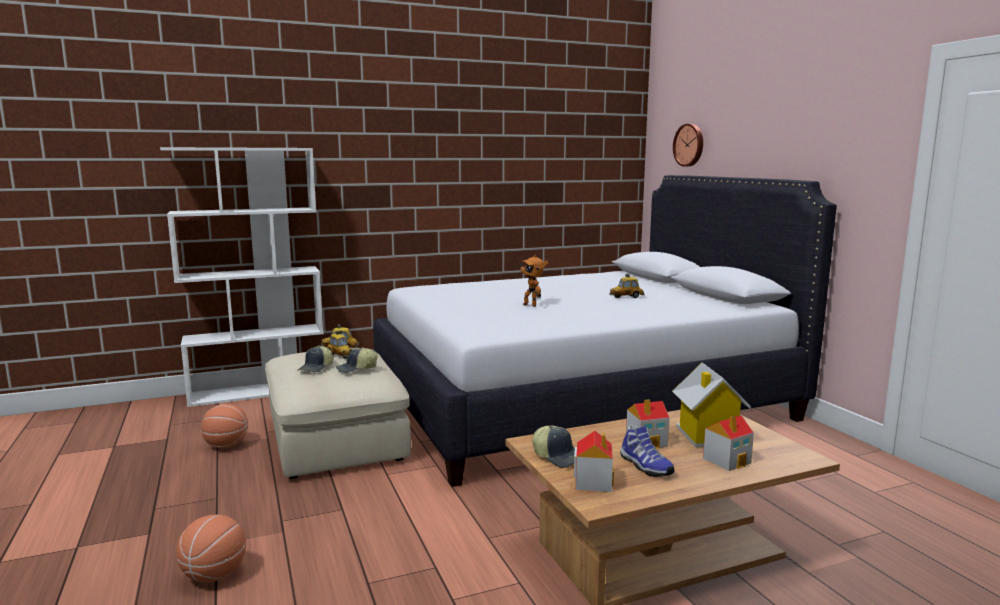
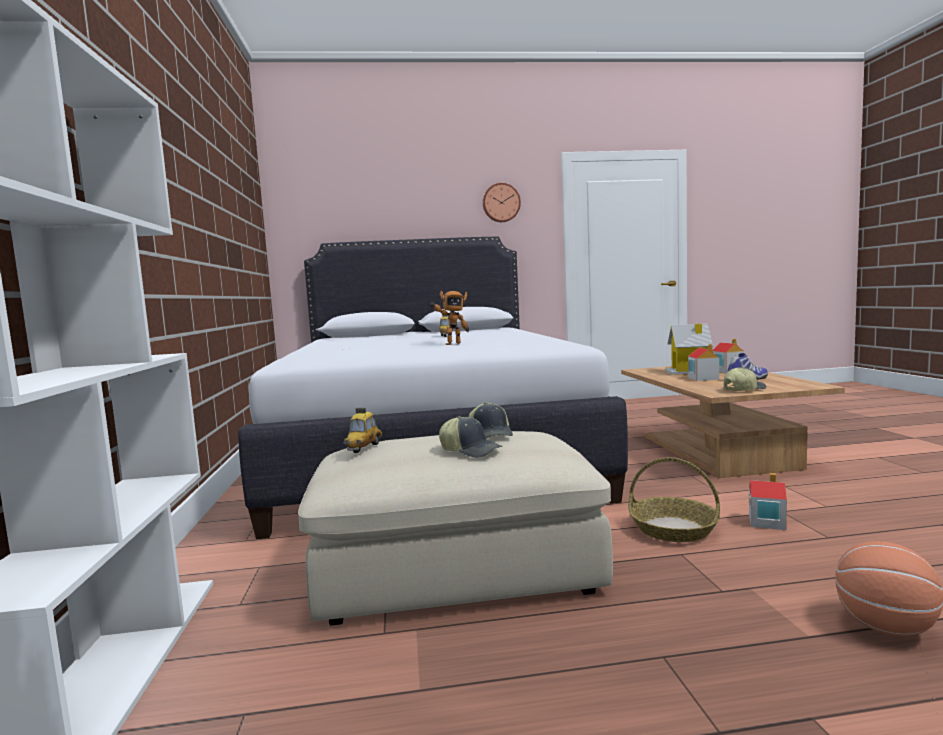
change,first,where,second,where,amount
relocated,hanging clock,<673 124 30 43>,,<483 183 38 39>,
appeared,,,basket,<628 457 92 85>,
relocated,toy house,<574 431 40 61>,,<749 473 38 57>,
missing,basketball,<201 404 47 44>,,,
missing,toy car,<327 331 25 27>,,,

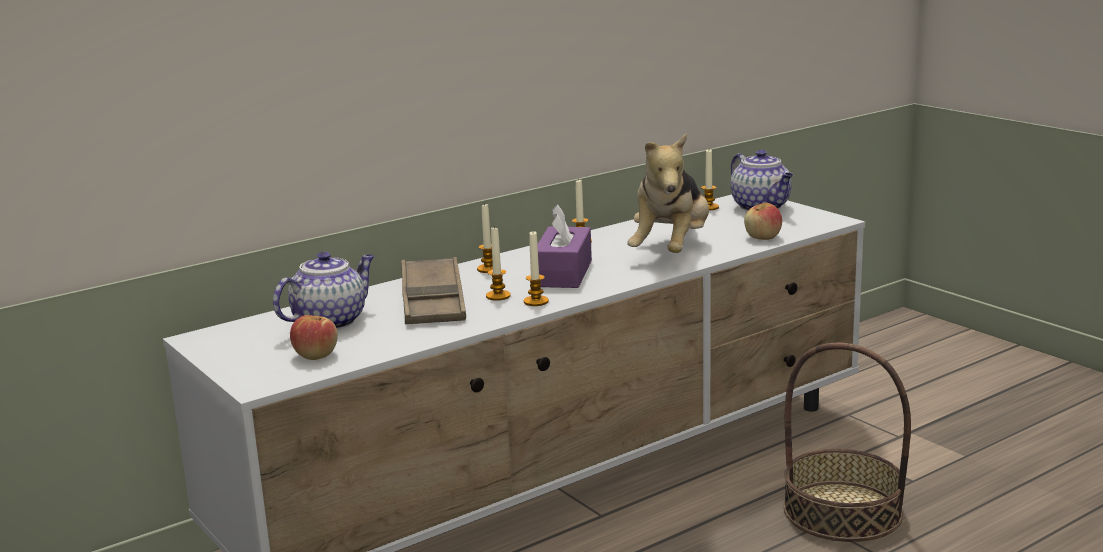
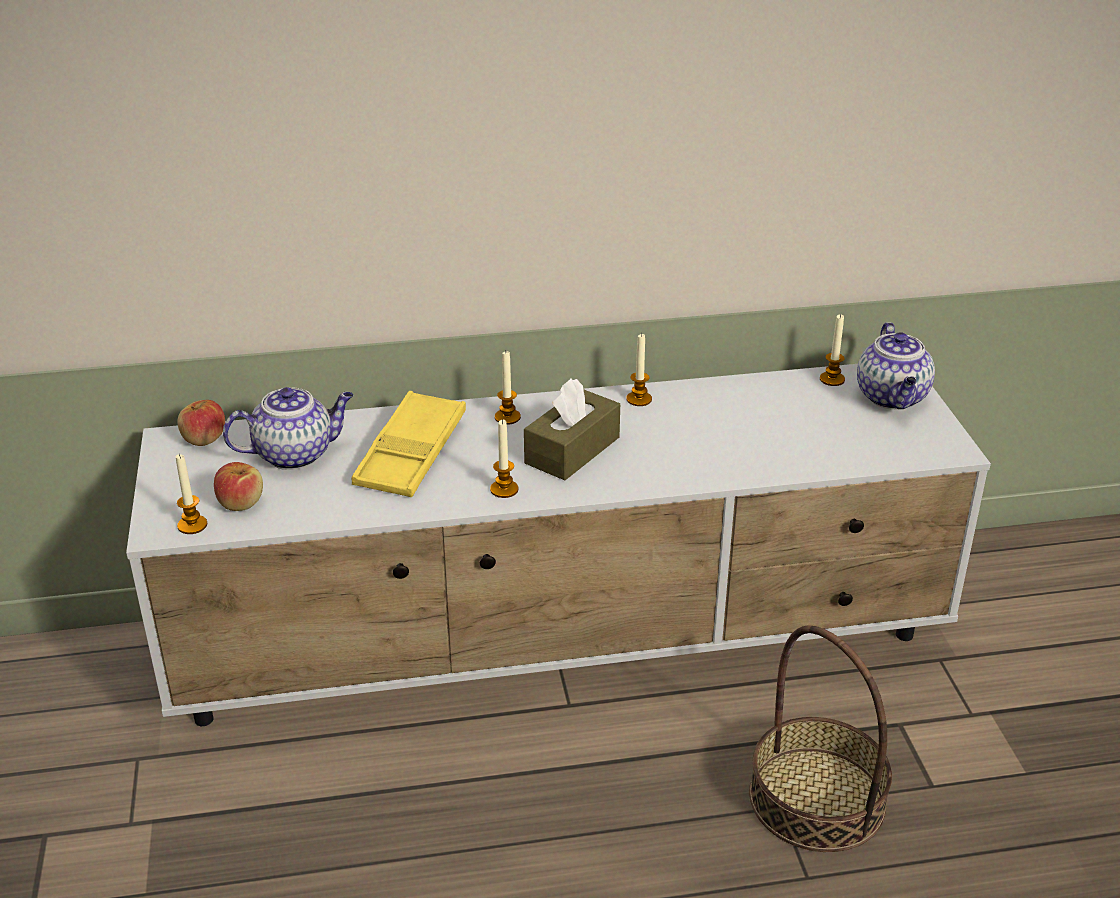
change,first,where,second,where,amount
relocated,wax light,<486 226 25 75>,,<175 454 32 80>,
relocated,apple,<744 203 38 37>,,<177 400 48 46>,
colour,brown-coloured serving tray,<401 257 65 67>,yellow-coloured serving tray,<351 391 115 106>,
colour,purplish box of tissues,<538 204 54 84>,brown-coloured box of tissues,<524 379 96 101>,
missing,plush toy,<627 133 82 120>,,,

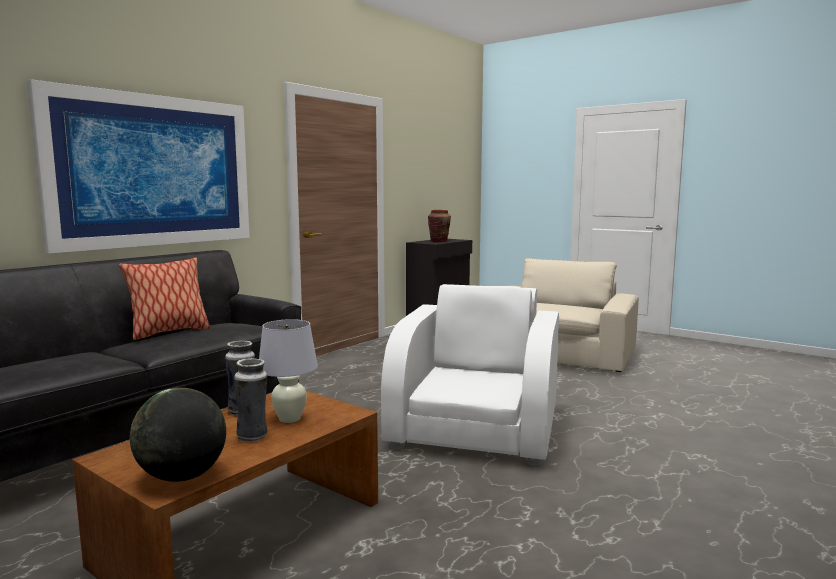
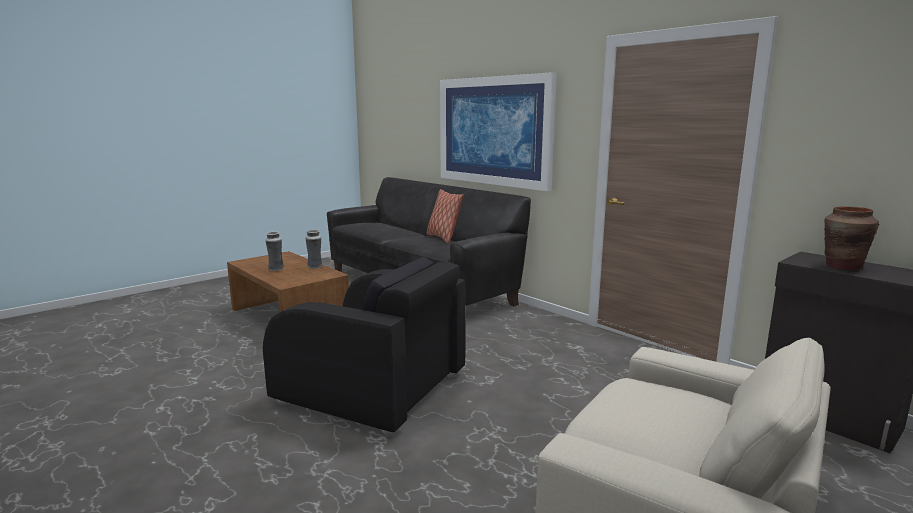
change,first,where,second,where,amount
colour,whitish armchair,<381 284 178 182>,black armchair,<263 257 203 179>,
missing,world globe,<130 388 96 94>,,,
missing,whitish table lamp,<259 319 59 104>,,,

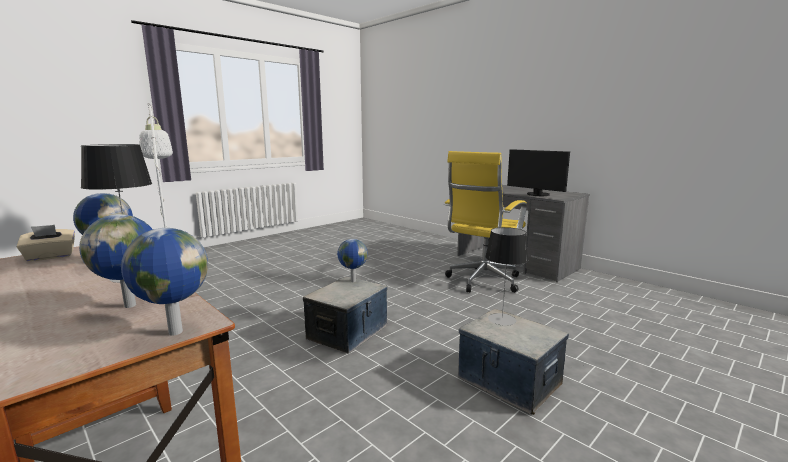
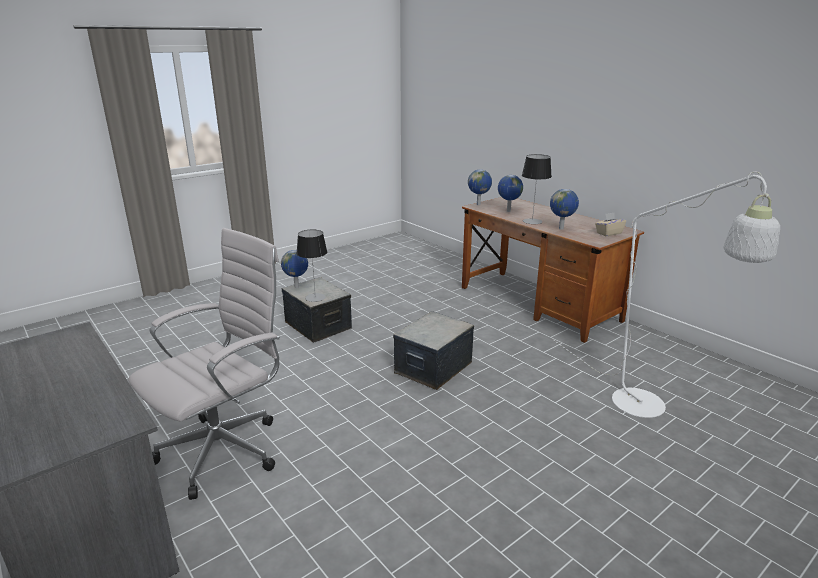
change,first,where,second,where,amount
colour,yellow-coloured office chair,<444 151 83 142>,whitish office chair,<129 228 151 272>,
relocated,world globe,<337 239 31 43>,,<281 250 27 38>,
missing,computer screen,<507 149 63 47>,,,

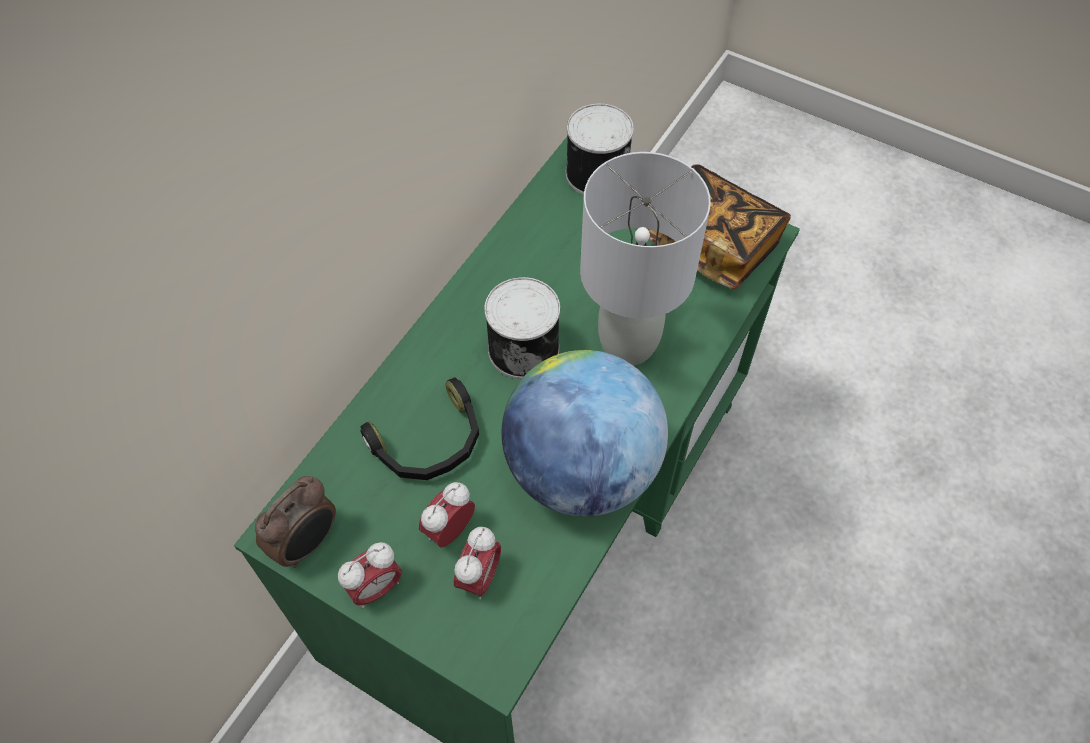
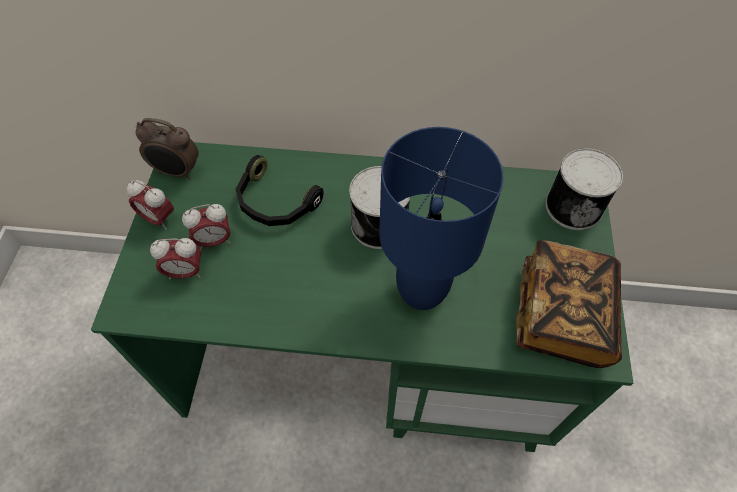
change,first,where,second,where,amount
spun,alarm clock,<419 482 56 66>,,<182 204 48 46>,150 degrees clockwise
colour,grey table lamp,<580 152 131 214>,blue-coloured table lamp,<379 127 125 183>,
missing,world globe,<501 350 167 167>,,,

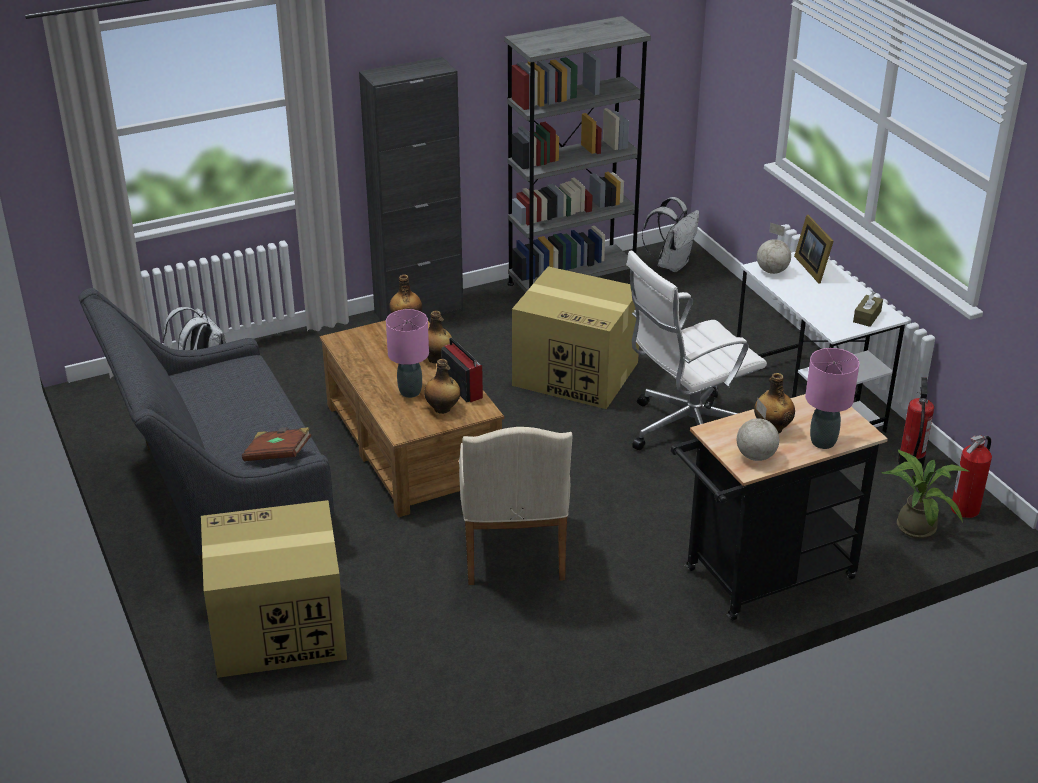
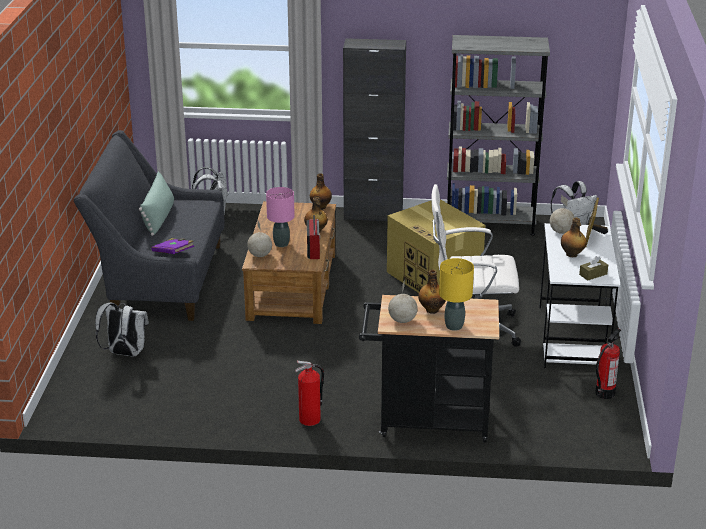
change,first,where,second,where,amount
exchanged,packing box,<201 500 146 178>,whitish rucksack,<95 303 54 54>,
appeared,,,green-coloured pillow,<139 172 35 64>,
colour,brown-coloured bound book,<242 427 70 34>,purplish bound book,<151 238 43 16>,
appeared,,,world globe,<247 221 25 36>,
relocated,fire extinguisher,<951 435 41 83>,,<295 361 29 65>,
colour,pink-coloured table lamp,<805 348 54 101>,yellow-coloured table lamp,<439 258 35 73>,
relocated,beverage bottle,<424 359 37 55>,,<561 217 26 40>,
missing,beige armchair,<459 427 114 158>,,,
missing,potted plant,<882 450 88 89>,,,

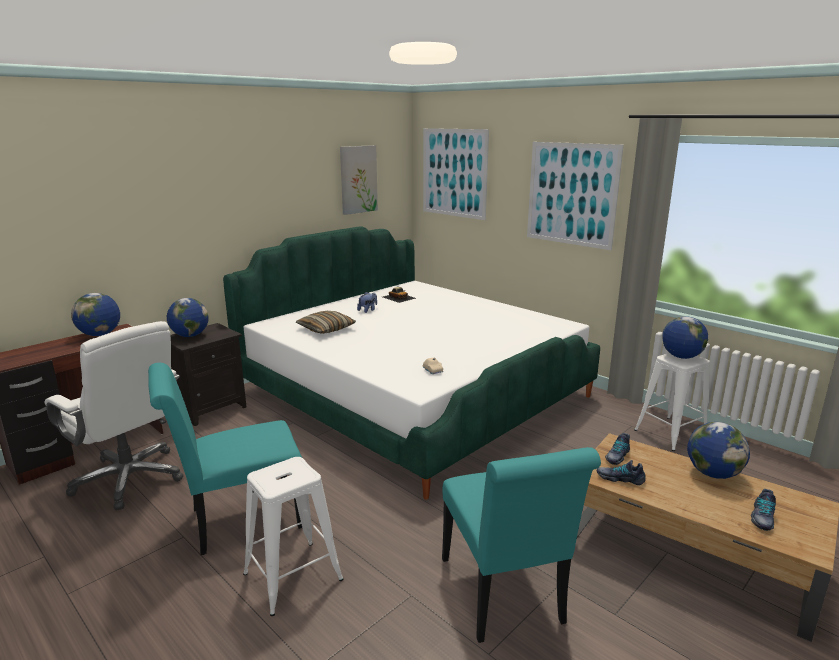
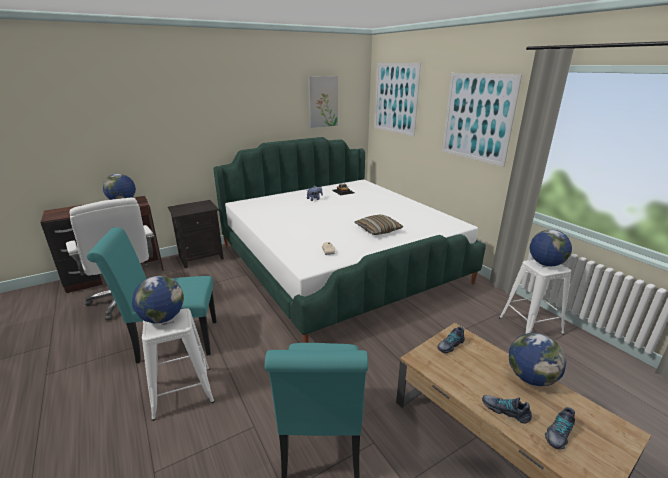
change,first,where,second,where,amount
relocated,world globe,<167 298 41 39>,,<132 276 52 47>,
relocated,pillow,<296 311 60 23>,,<354 215 50 20>,
relocated,shoe,<597 460 49 25>,,<482 395 50 29>,

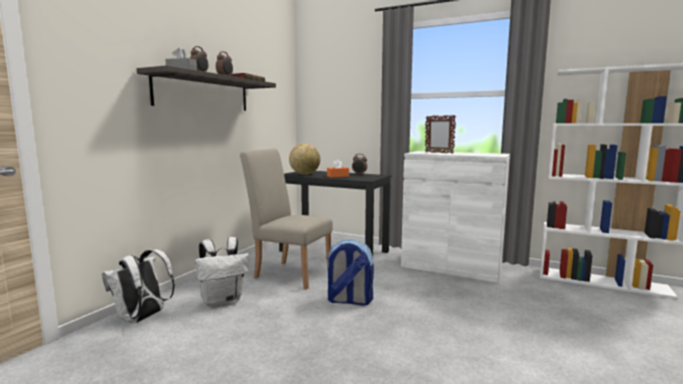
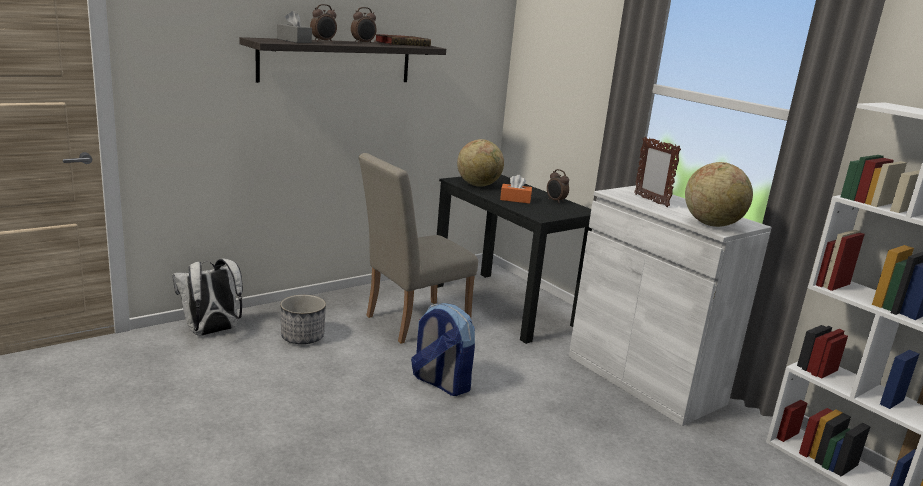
change,first,where,second,where,amount
exchanged,whitish rucksack,<195 237 54 71>,planter,<280 295 46 49>,
spun,beige plain chair,<240 149 93 140>,,<358 153 120 190>,90 degrees counterclockwise
appeared,,,world globe,<685 162 68 65>,

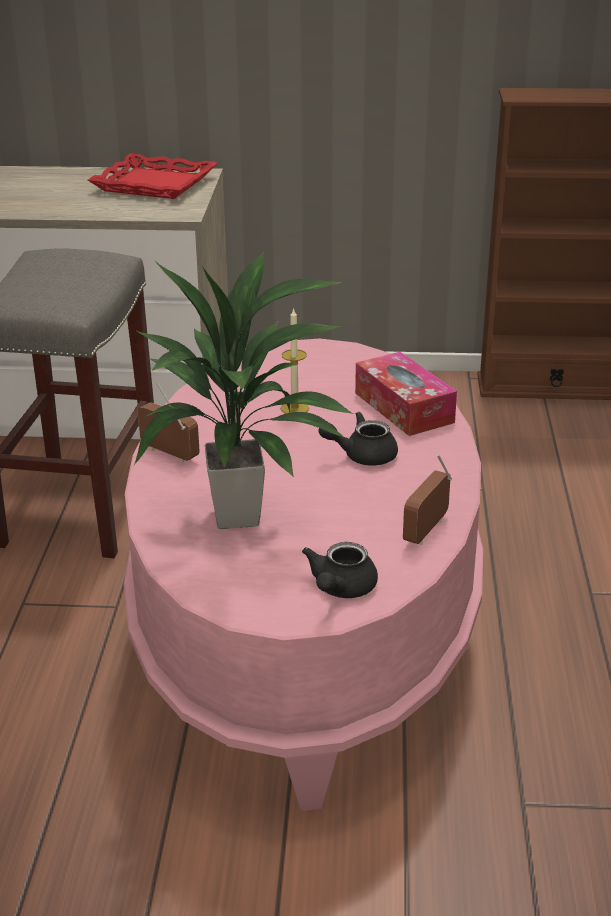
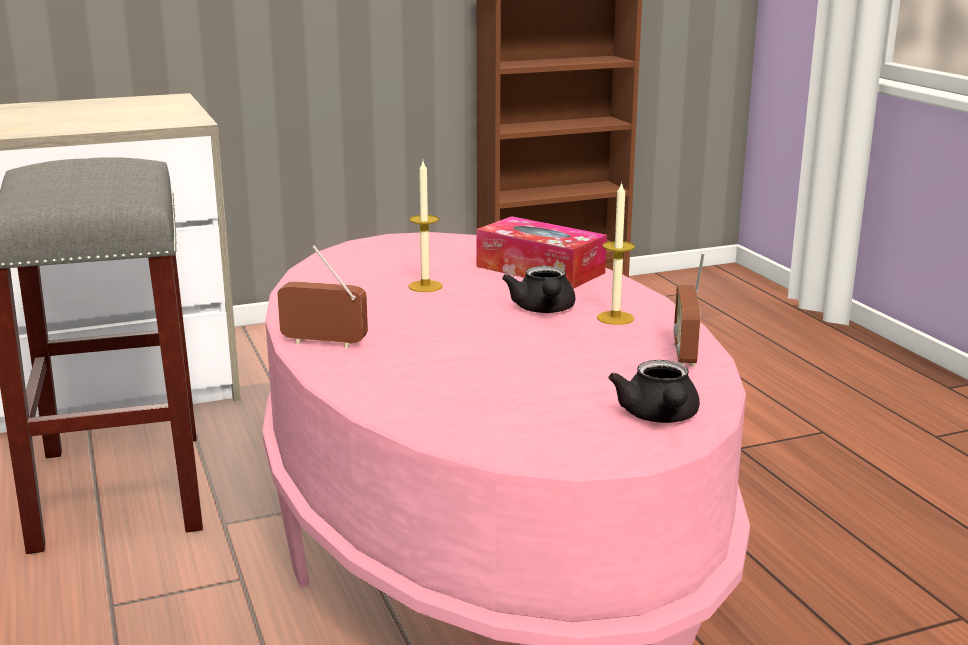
change,first,where,second,where,amount
spun,black pot for tea,<318 412 80 54>,,<502 266 73 47>,60 degrees counterclockwise
appeared,,,wax light,<597 182 38 143>,
missing,reddish serving tray,<88 153 129 46>,,,
missing,potted plant,<133 252 220 277>,,,

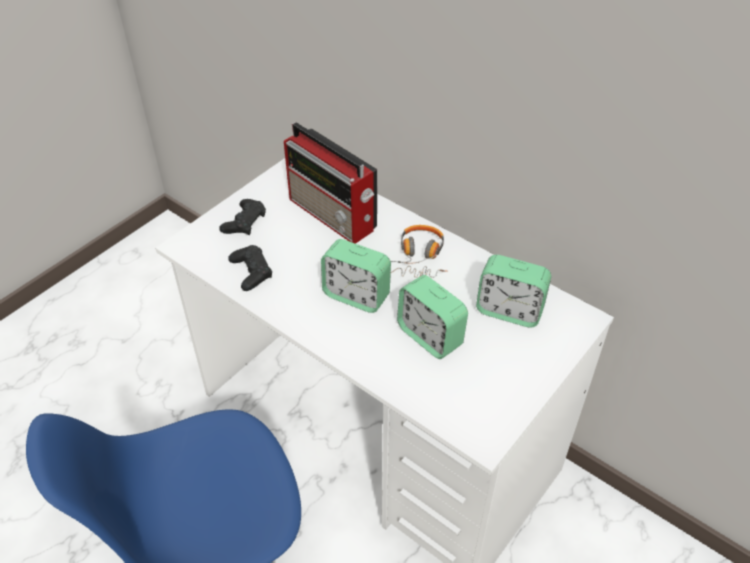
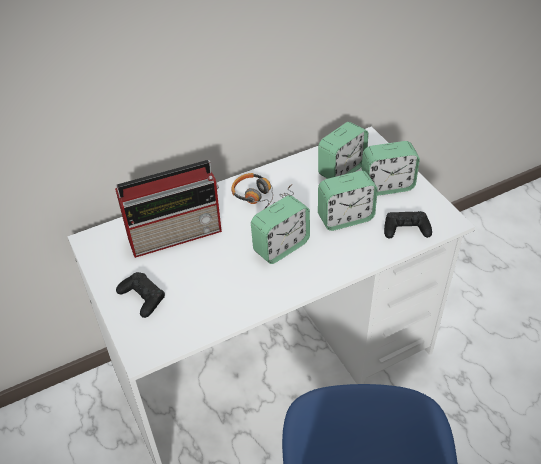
change,first,where,second,where,amount
appeared,,,alarm clock,<361 141 59 55>,
relocated,black game controller,<228 245 44 46>,,<384 211 48 28>,

